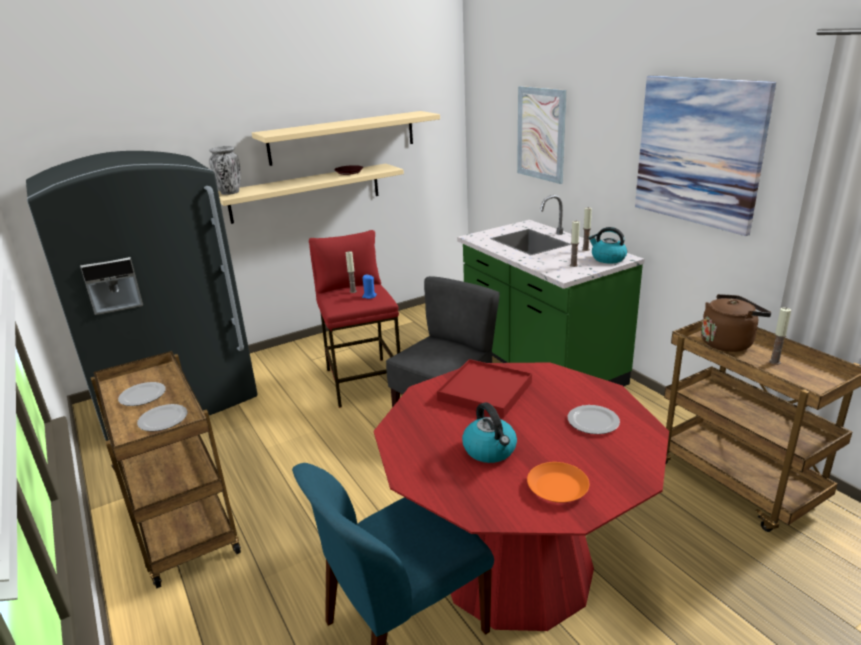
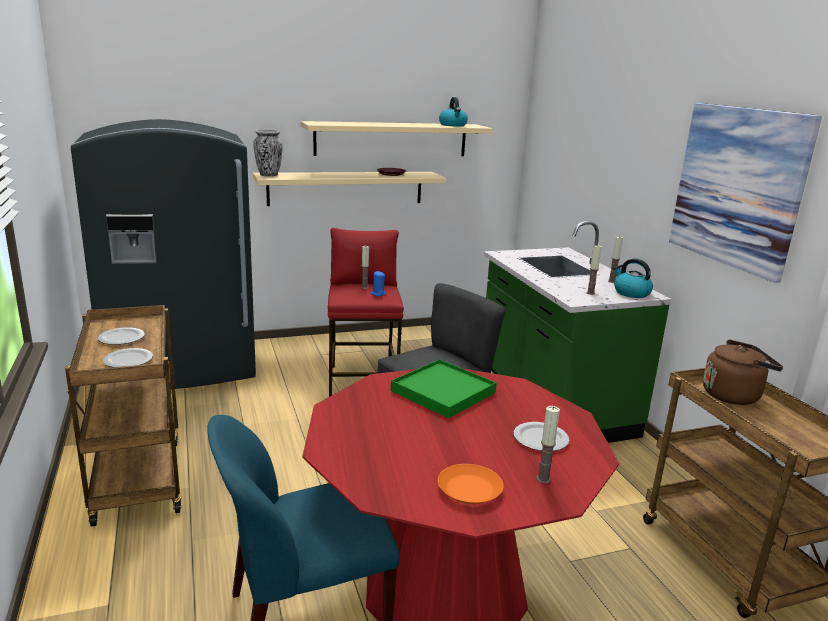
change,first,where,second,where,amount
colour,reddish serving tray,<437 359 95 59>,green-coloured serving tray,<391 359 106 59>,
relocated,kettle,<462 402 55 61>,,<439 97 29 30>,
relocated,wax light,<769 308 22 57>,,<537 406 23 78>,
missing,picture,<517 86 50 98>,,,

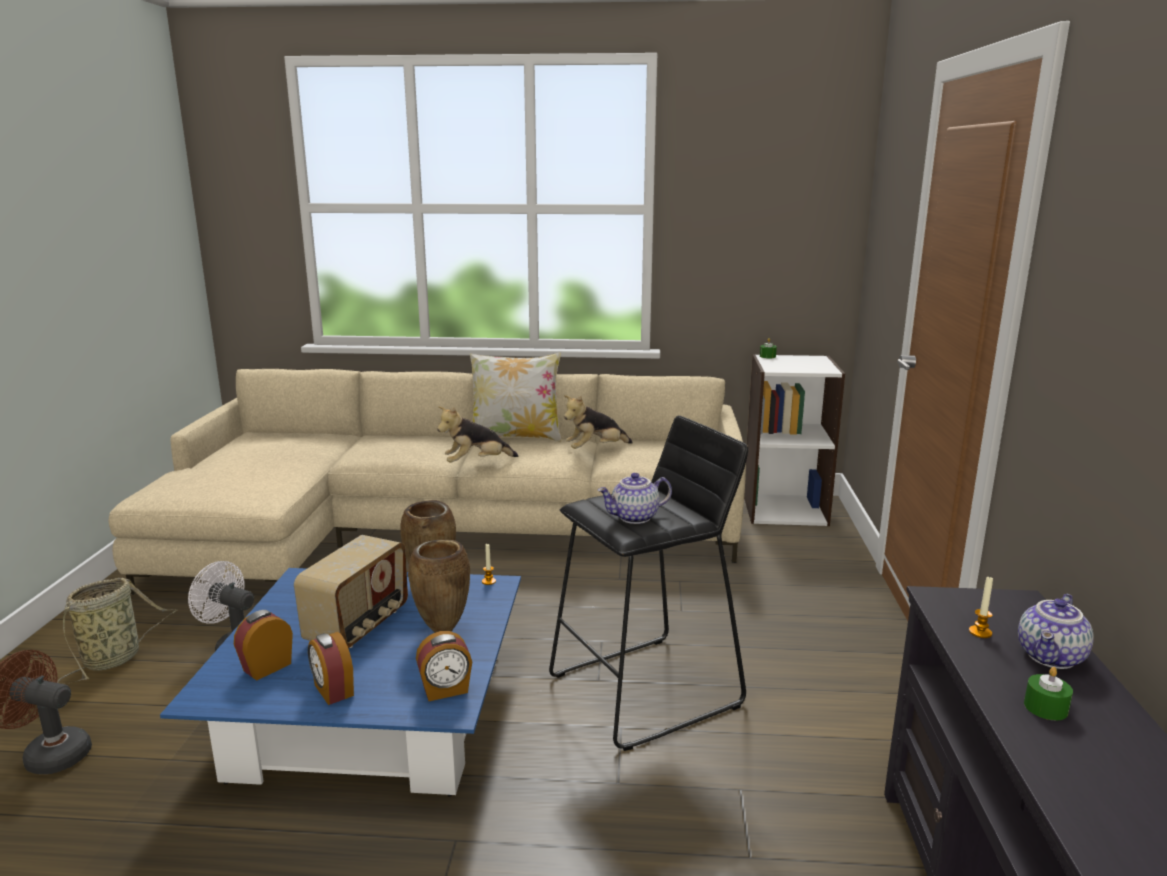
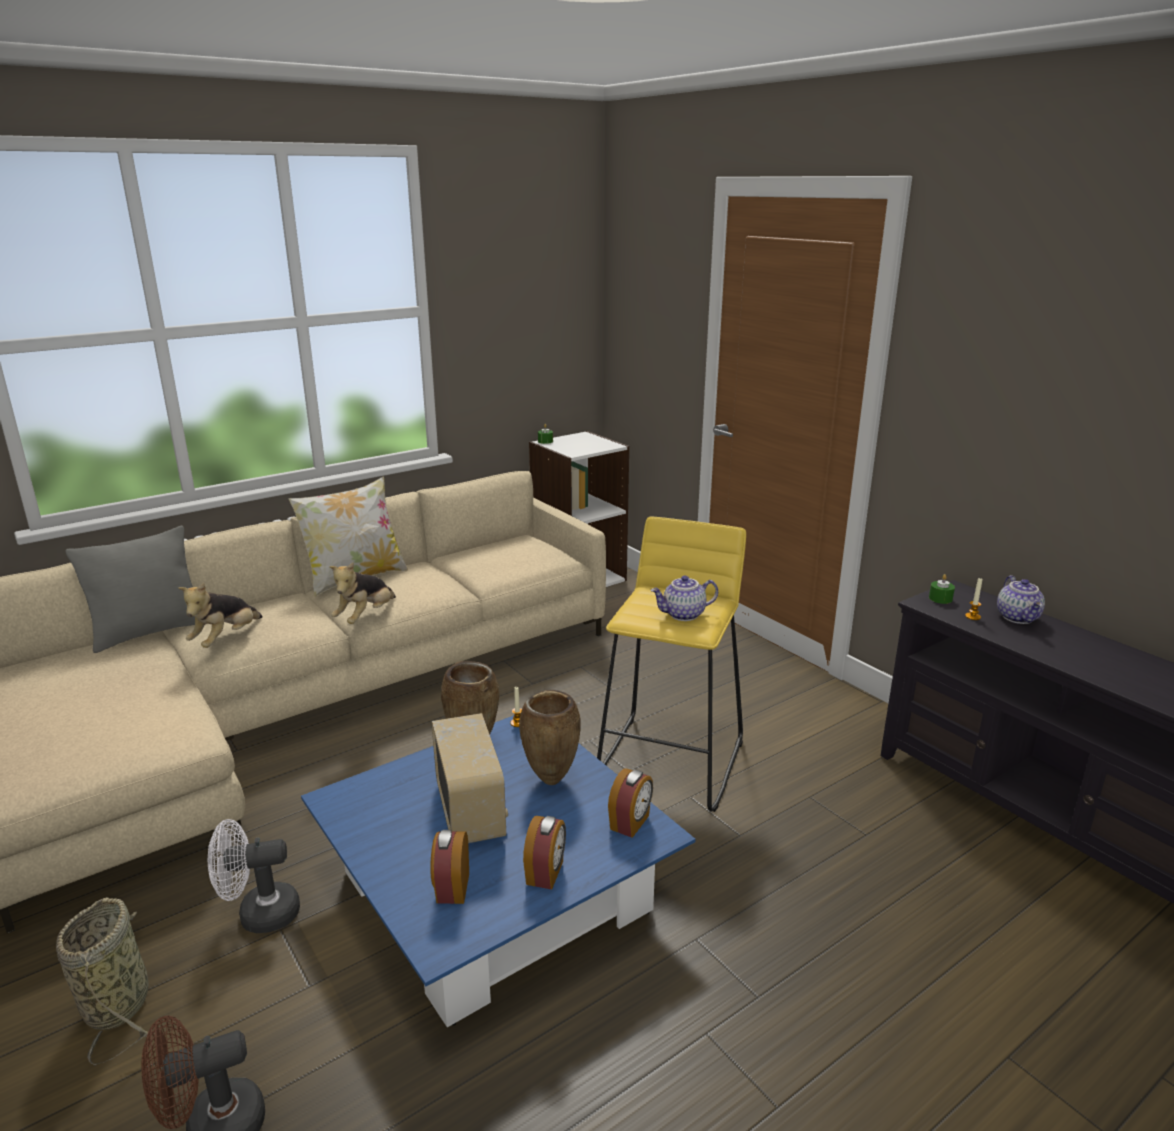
change,first,where,second,where,amount
appeared,,,grey pillow,<66 526 129 127>,
relocated,plush toy,<564 395 69 54>,,<178 583 84 65>,
spun,alarm clock,<308 632 46 73>,,<523 816 43 74>,90 degrees counterclockwise
colour,black sitting stool,<549 416 199 335>,yellow-coloured sitting stool,<597 517 149 295>,
spun,pot for tea,<597 473 75 51>,,<650 576 68 45>,45 degrees clockwise
relocated,green-coloured wax light,<1024 667 49 53>,,<929 574 26 30>,

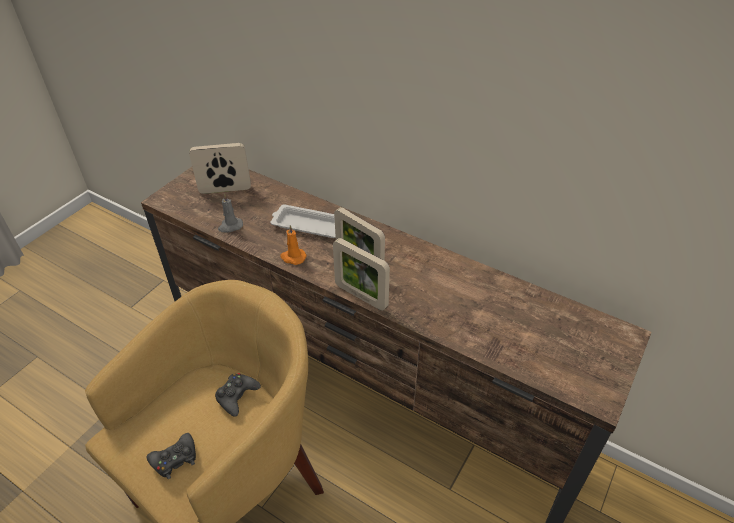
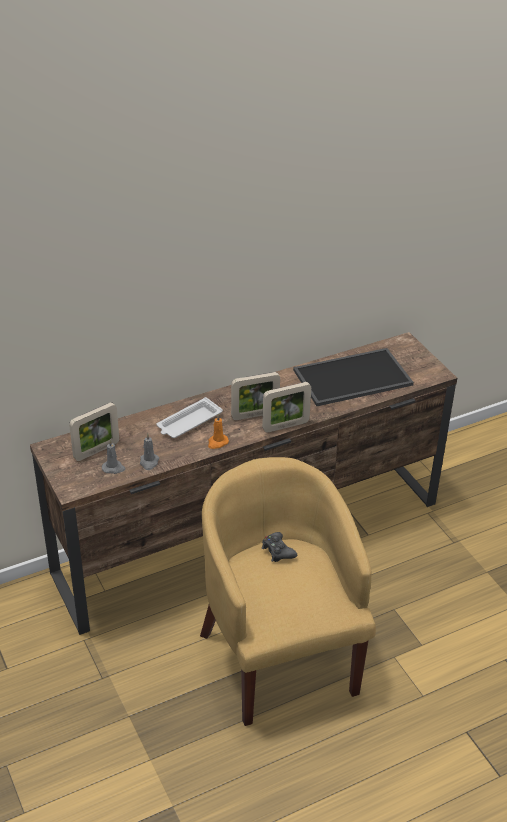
change,first,where,second,where,amount
spun,standing frame,<189 143 62 51>,,<69 402 50 59>,150 degrees counterclockwise
appeared,,,grey wax light,<102 439 23 35>,
appeared,,,serving tray,<293 348 121 58>,
missing,black game controller,<146 433 50 46>,,,

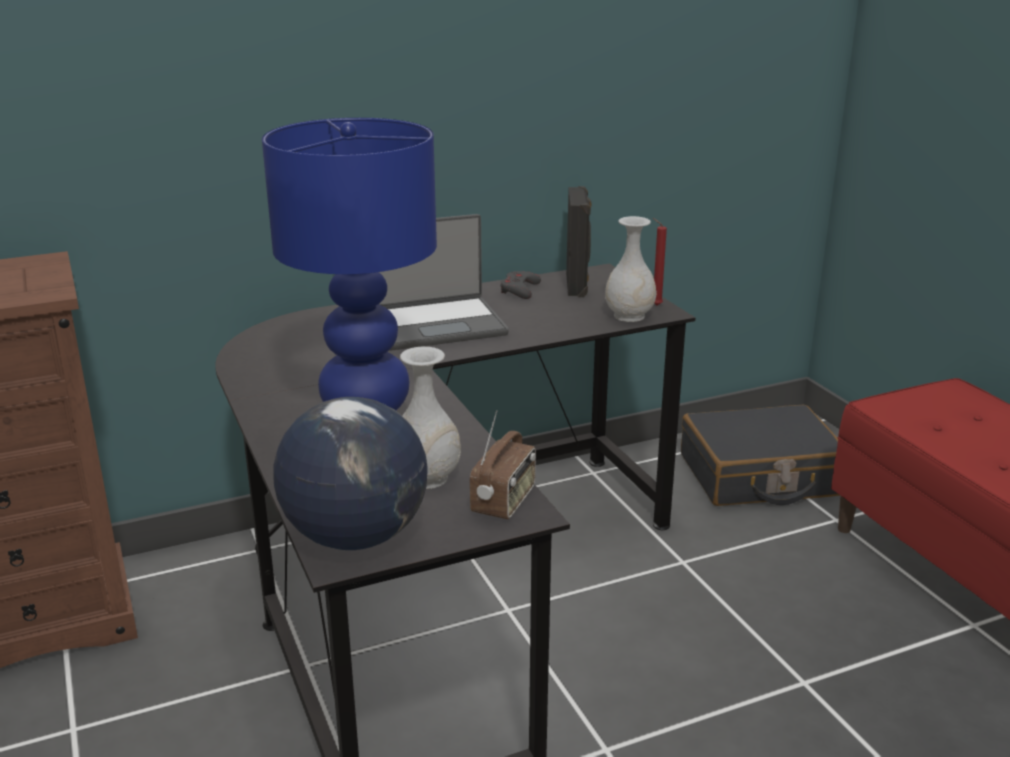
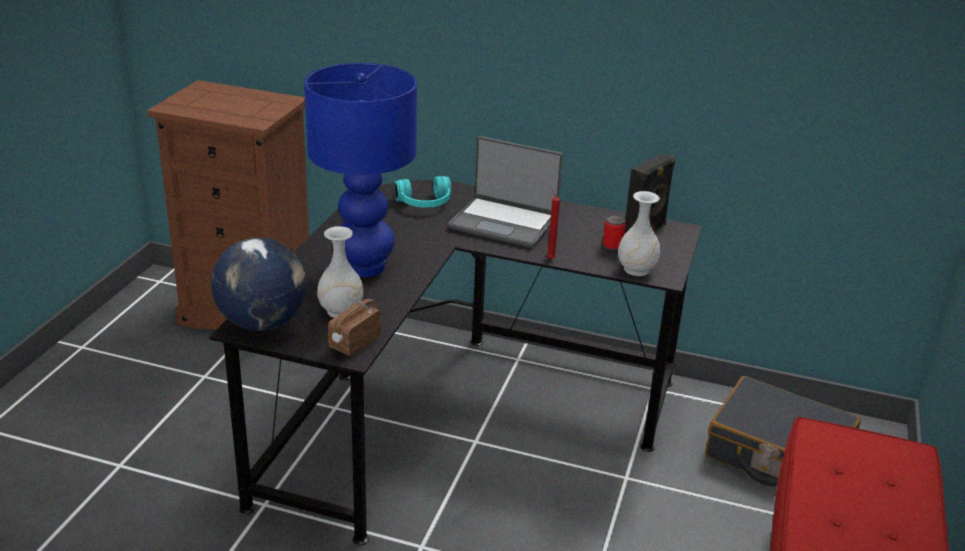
change,first,where,second,where,amount
spun,radio,<470 410 66 109>,,<328 297 53 59>,150 degrees clockwise
appeared,,,turquoise-coloured pair of headphones,<394 176 57 32>,
relocated,reddish wax light,<653 218 14 88>,,<547 189 13 70>,
appeared,,,sealed can,<603 215 23 36>,
missing,grey game controller,<500 271 41 28>,,,

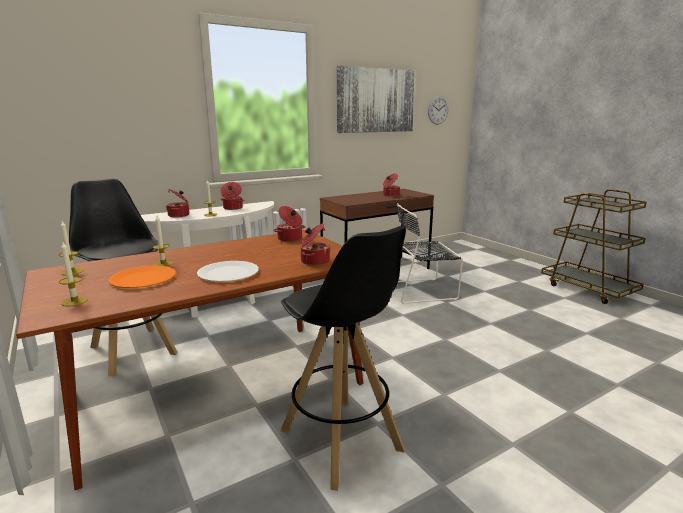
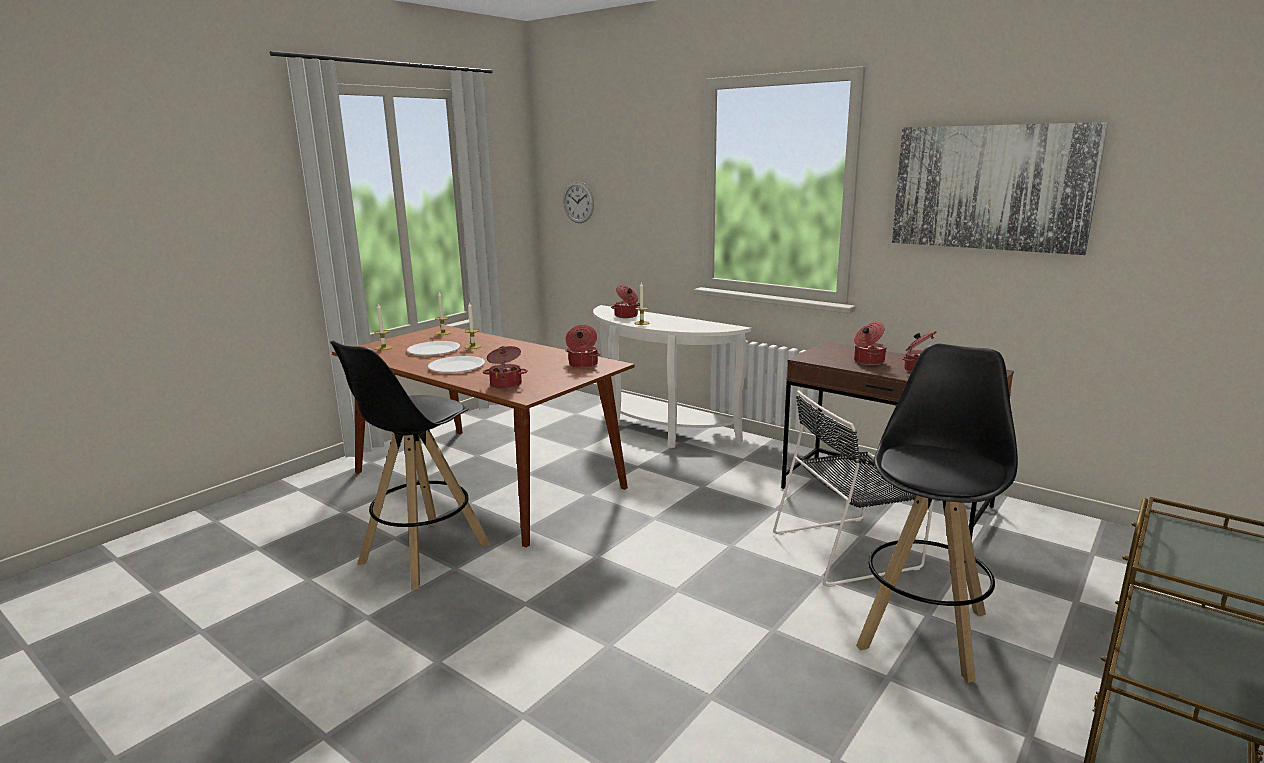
change,first,where,second,where,amount
colour,orange-coloured plate,<108 266 68 22>,whitish plate,<407 341 53 14>,
relocated,hanging clock,<428 96 20 29>,,<563 181 31 42>,
spun,black plain chair,<397 203 66 101>,,<773 390 161 197>,75 degrees counterclockwise
relocated,stockpot,<220 182 25 28>,,<854 322 33 43>,
relocated,black sitting stool,<69 178 109 198>,,<856 343 162 340>,

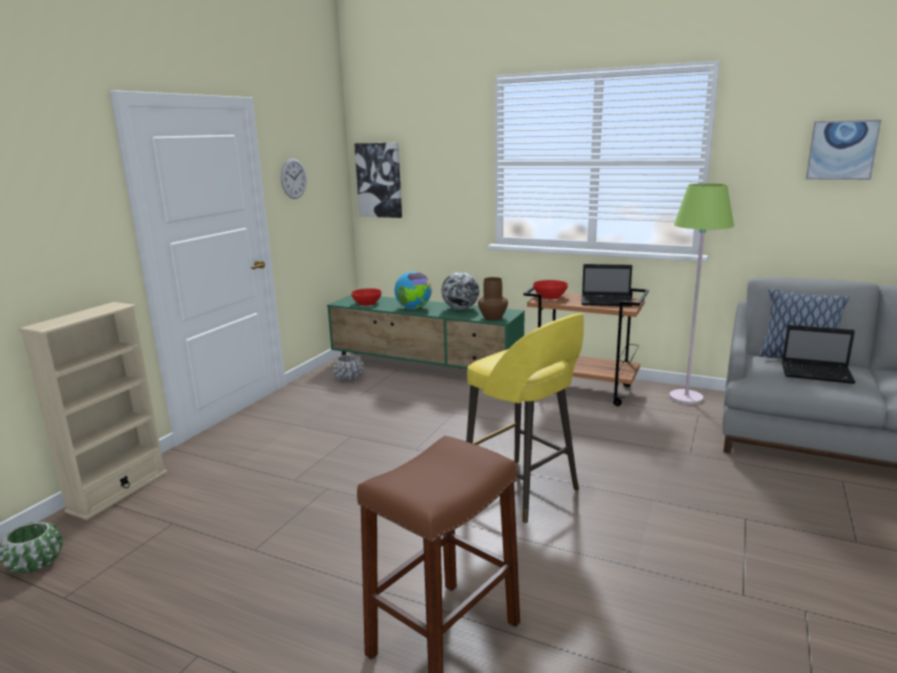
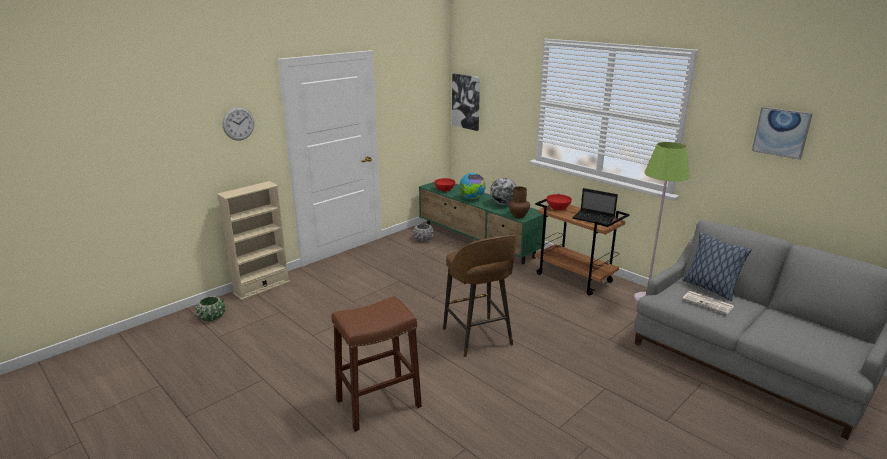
change,first,where,second,where,amount
relocated,hanging clock,<281 158 25 41>,,<223 107 31 34>,
colour,yellow-coloured sitting stool,<466 313 118 210>,brown-coloured sitting stool,<443 235 73 122>,
exchanged,laptop,<782 325 74 59>,printed paper,<683 291 51 23>,

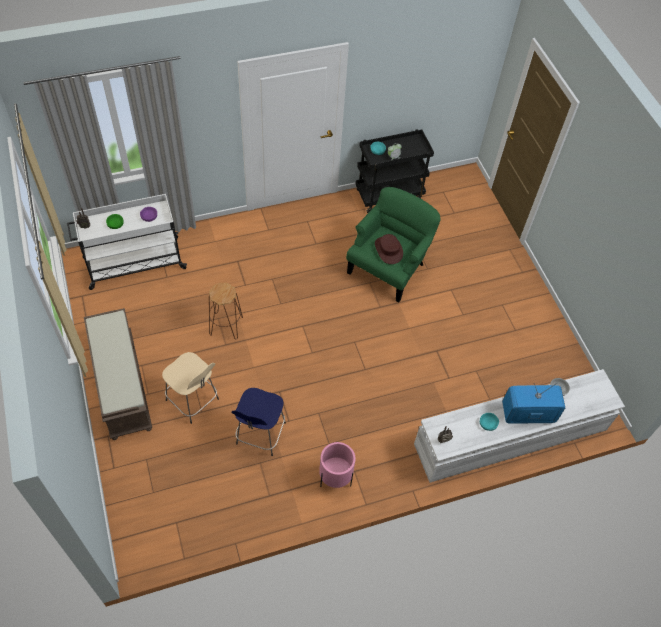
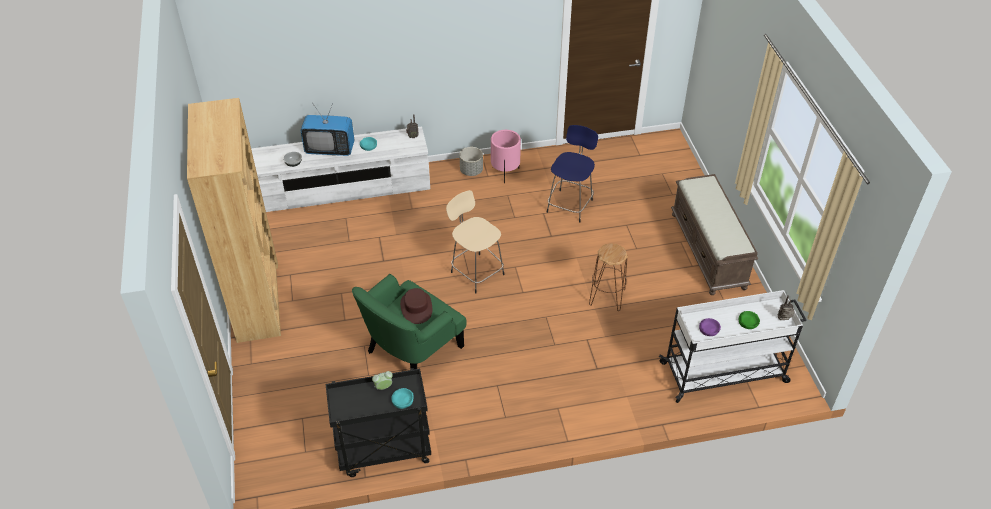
change,first,where,second,where,amount
appeared,,,brown-coloured bookshelf,<187 98 94 245>,
relocated,beige sitting stool,<162 352 57 72>,,<446 190 59 104>,
appeared,,,grey planter,<459 147 24 29>,

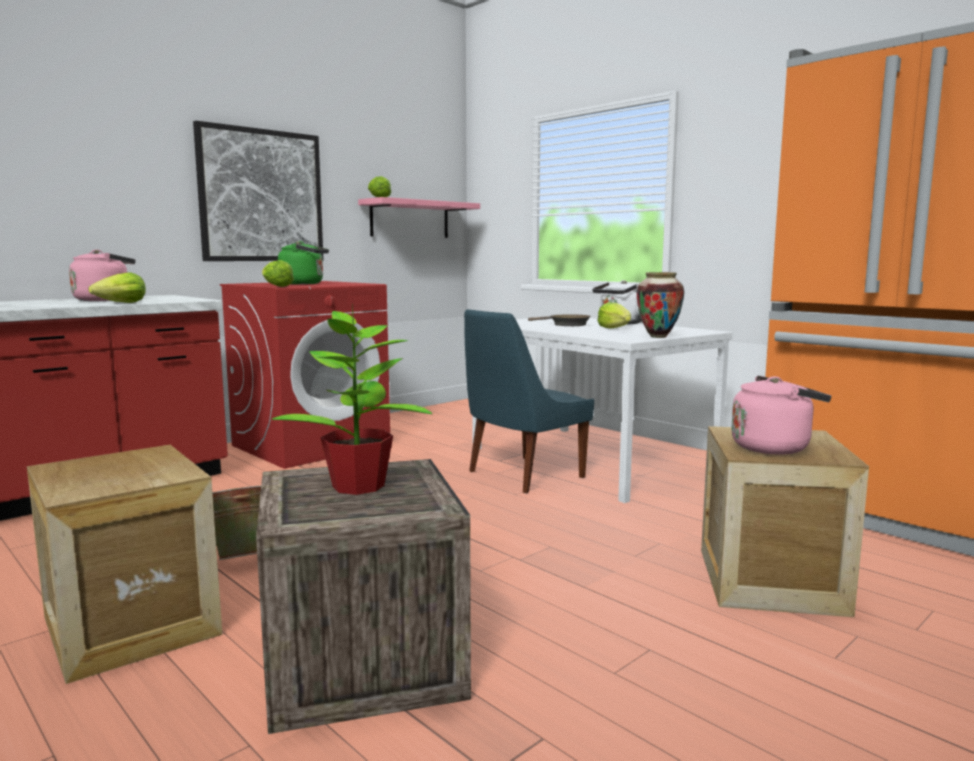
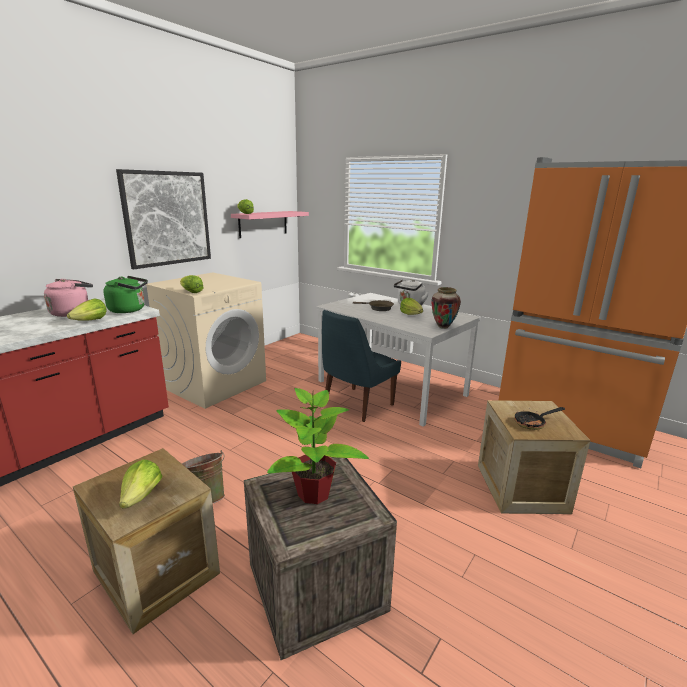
change,first,where,second,where,amount
relocated,green-coloured kettle,<278 241 51 44>,,<103 276 45 37>,
appeared,,,head of lettuce,<119 459 44 50>,
colour,reddish laundry machine,<220 281 170 188>,beige laundry machine,<146 272 120 137>,
exchanged,pink-coloured kettle,<731 376 100 79>,skillet,<515 405 50 25>,

